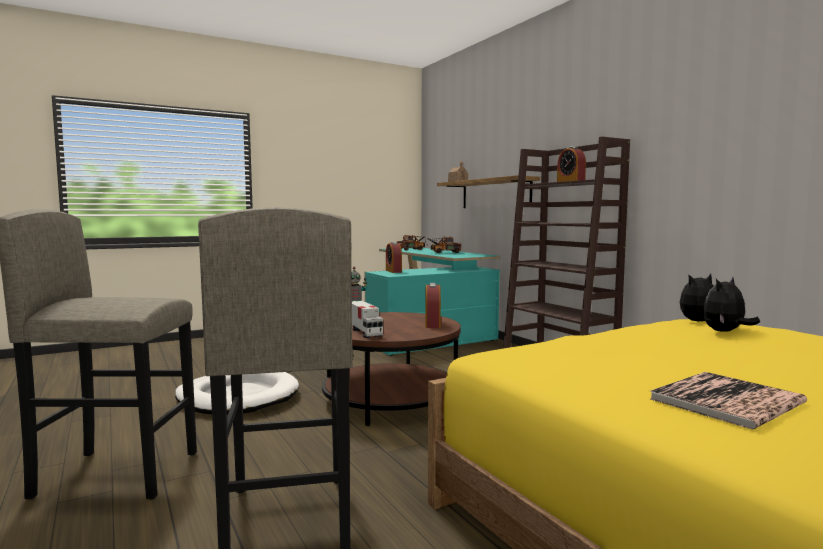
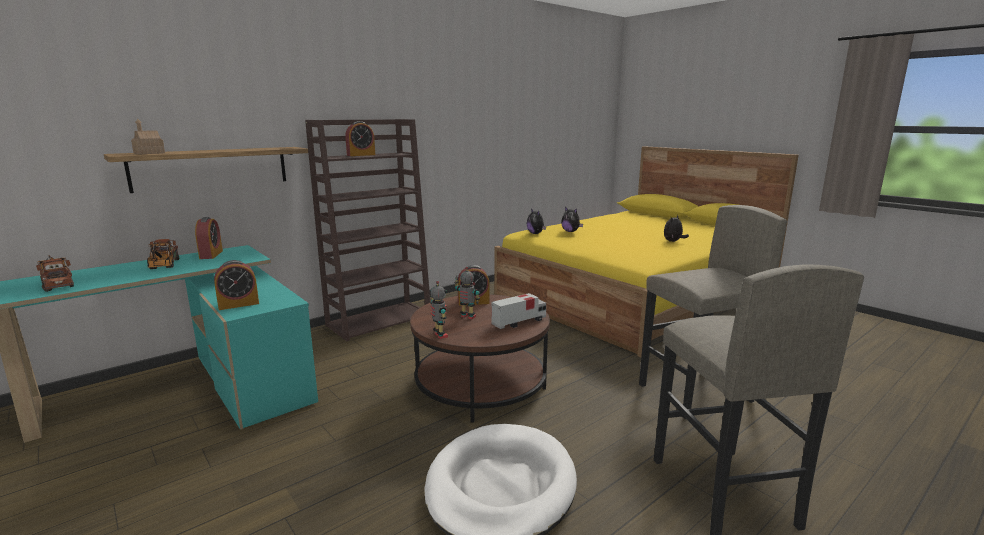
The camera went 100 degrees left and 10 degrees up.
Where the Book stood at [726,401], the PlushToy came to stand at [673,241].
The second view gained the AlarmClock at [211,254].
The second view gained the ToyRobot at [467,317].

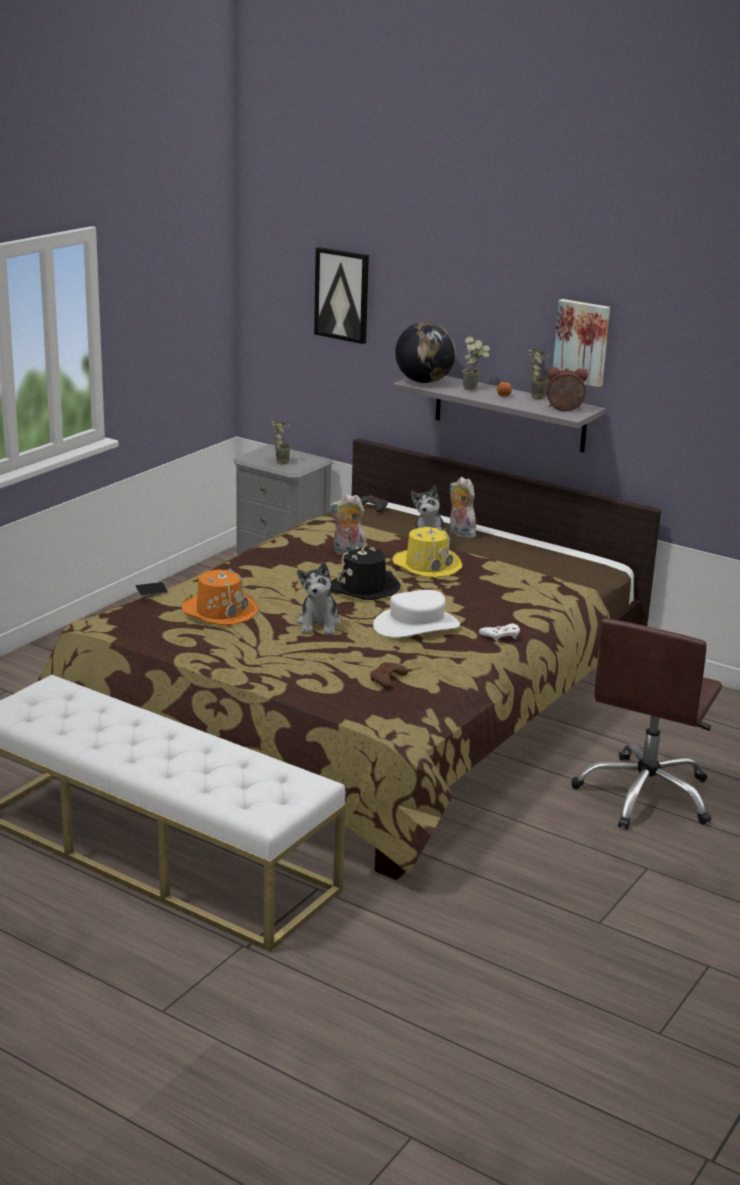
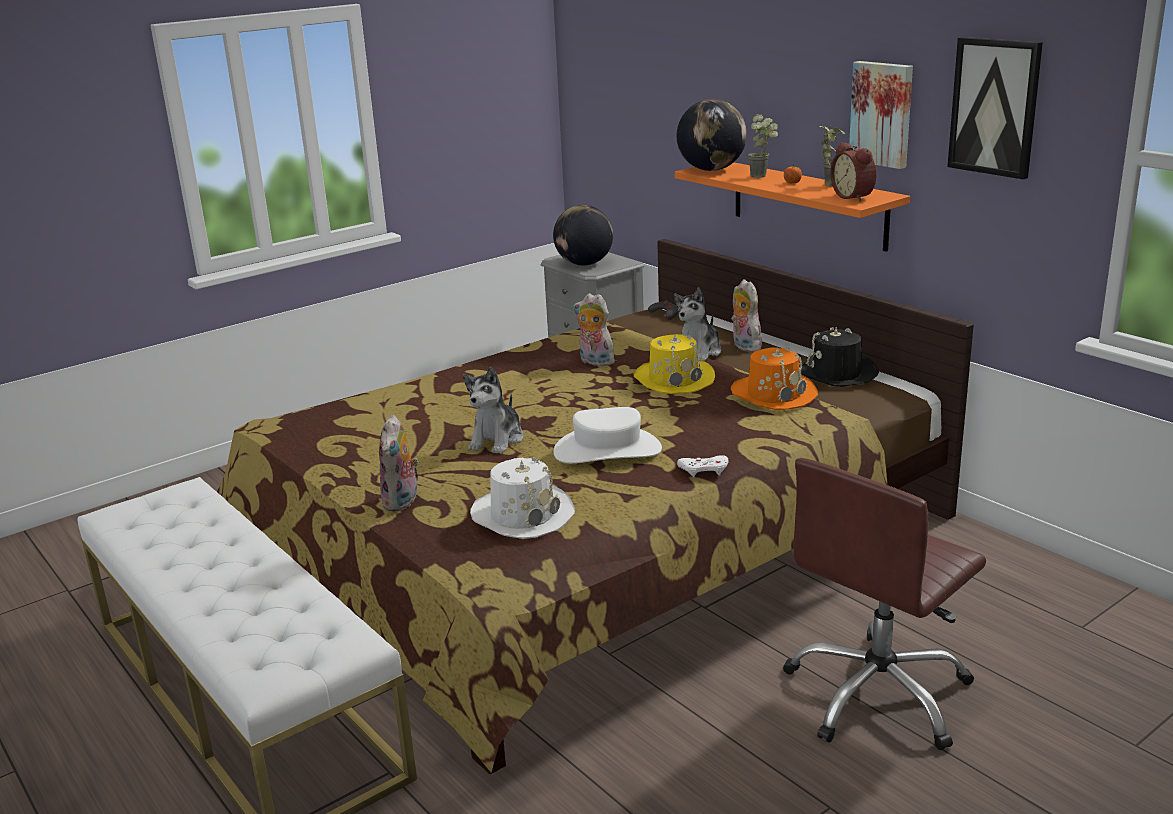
The camera went 20 degrees right and 0 degrees up.
The second view lost the Handset at [151,593].
The OrangeColouredHat ended up elsewhere, having gone from [219,611] to [773,394].
Where the Houseplant stood at [279,462], the WorldGlobe came to stand at [584,264].
The WallPicture ended up elsewhere, having gone from [342,295] to [995,107].
The BlackHat ended up elsewhere, having gone from [364,588] to [836,374].
Where the BrownJoypad stood at [387,679], the WhiteColouredHat came to stand at [522,515].
What was the GrayShelf at [509,412] turned into the OrangeColouredShelf at [808,204].
The AlarmClock at [564,409] ended up facing another way, 135 degrees counterclockwise from before.
The second view gained the PlushToy at [402,502].

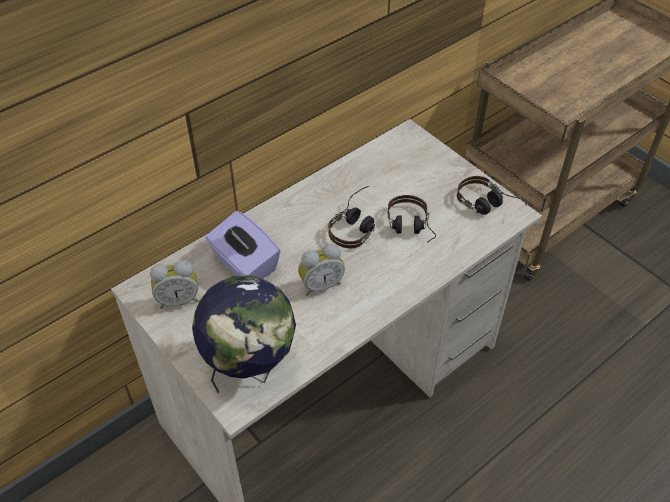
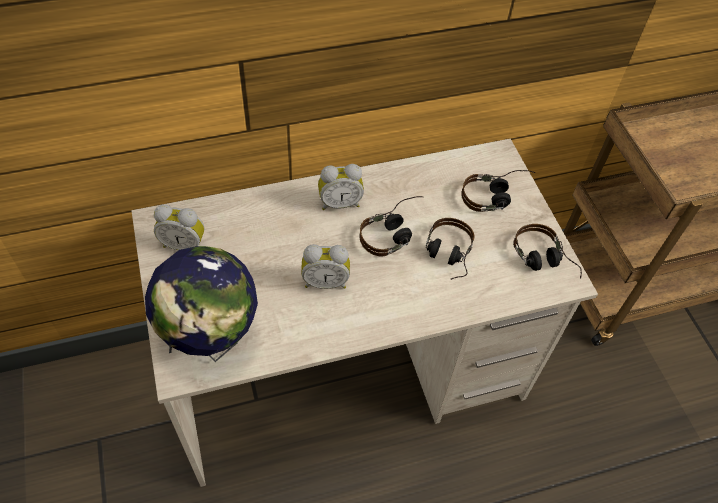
The camera went 20 degrees right and 5 degrees up.
The second view lost the PurplishTissueBox at [244,264].
The second view gained the AlarmClock at [339,203].
The second view gained the Headset at [496,196].

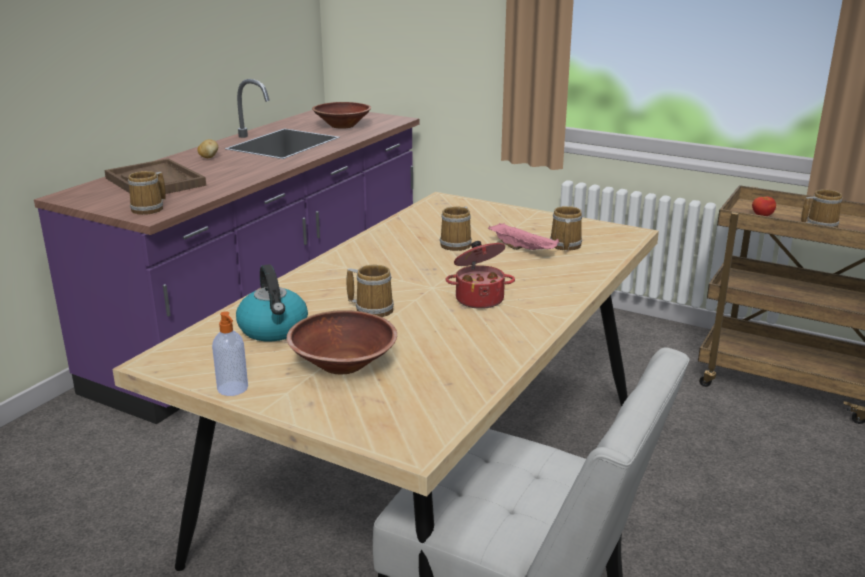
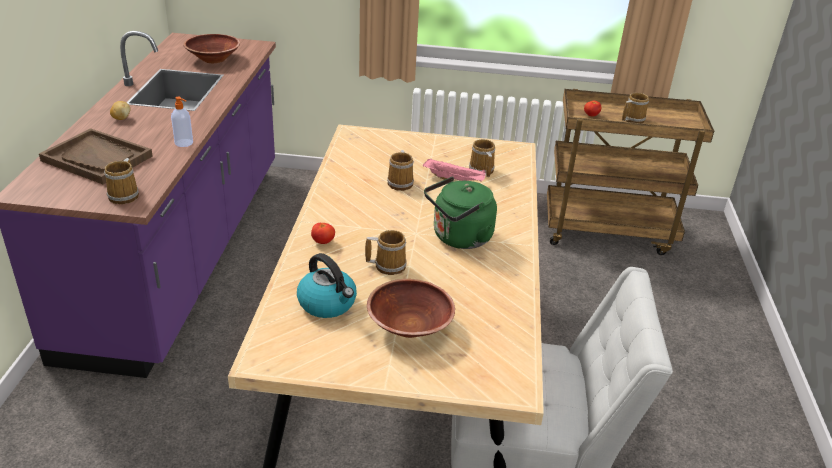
The camera went 25 degrees left and 10 degrees up.
The LiquidSoapBottle ended up elsewhere, having gone from [233,389] to [184,143].
Where the CookingPot stood at [479,299], the GreenishKettle came to stand at [459,238].
The second view gained the FreshTomato at [323,242].

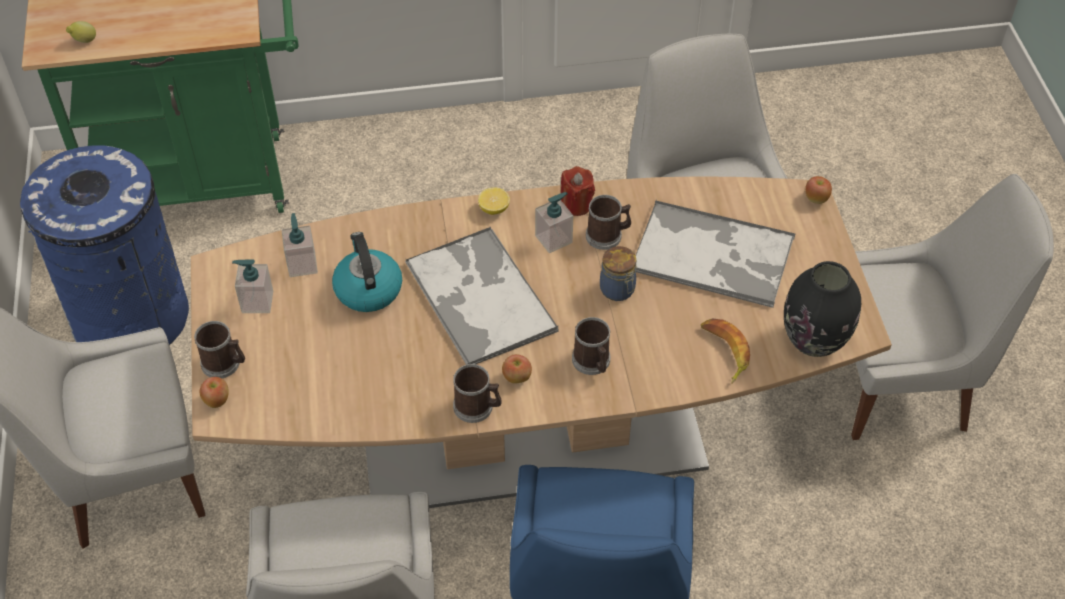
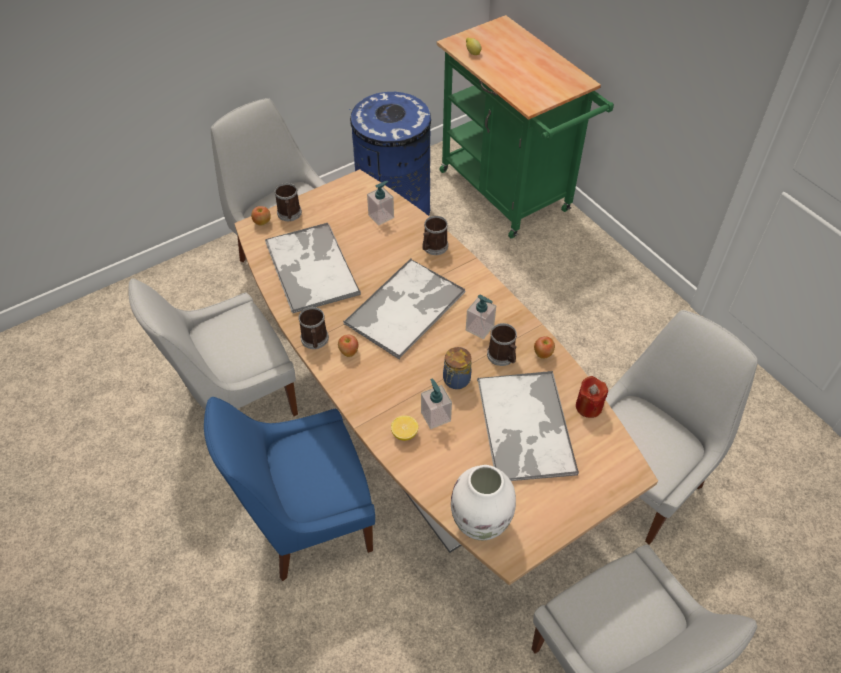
The camera went 65 degrees right and 0 degrees up.
The LiquidSoapBottle ended up elsewhere, having gone from [257,302] to [435,416].
The second view lost the Kettle at [368,289].
The CitrusFruit ended up elsewhere, having gone from [494,209] to [404,433].
The RedColouredCandle ended up elsewhere, having gone from [576,204] to [588,406].
The TeaMug ended up elsewhere, having gone from [593,362] to [433,247].
The second view lost the Banana at [724,352].
What was the BlackDecorativeVase at [814,340] turned into the WhiteColouredDecorativeVase at [481,523].
The AppleFruit ended up elsewhere, having gone from [816,199] to [543,354].
The second view gained the CarryingTray at [311,267].

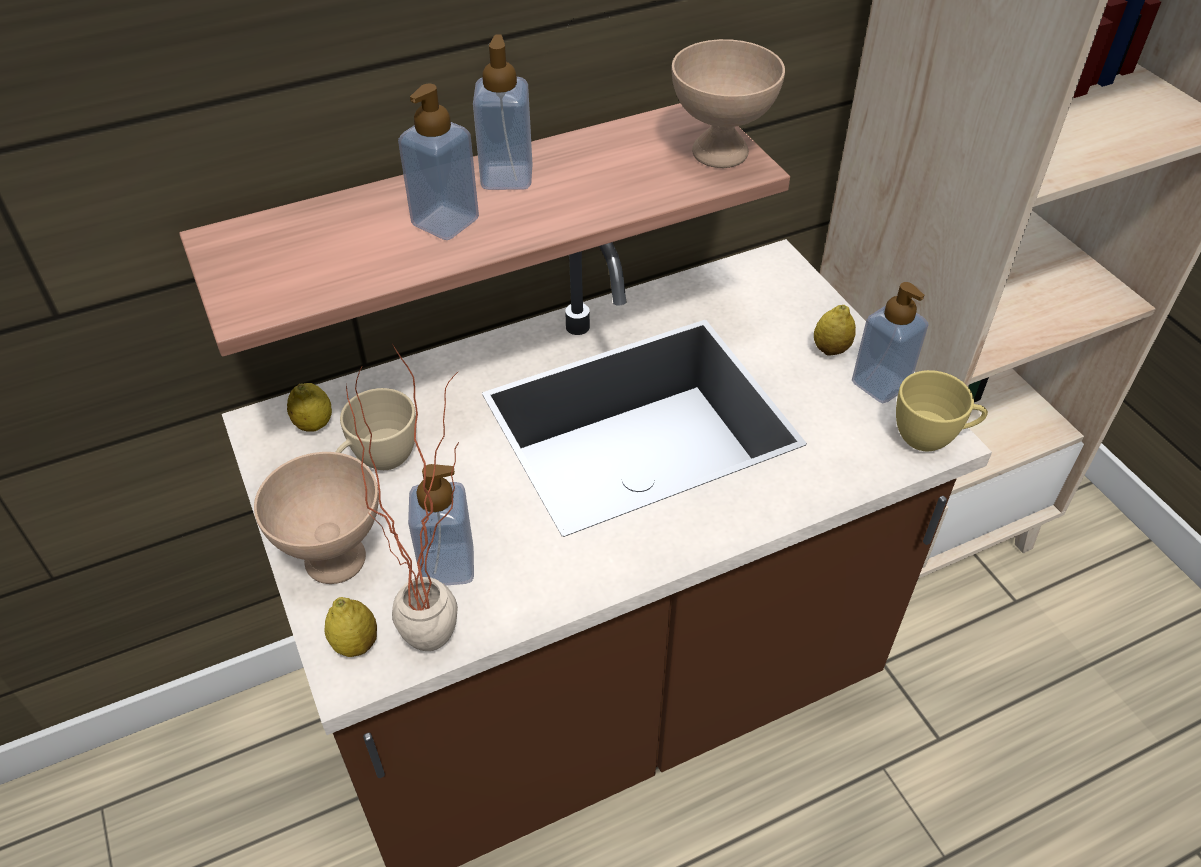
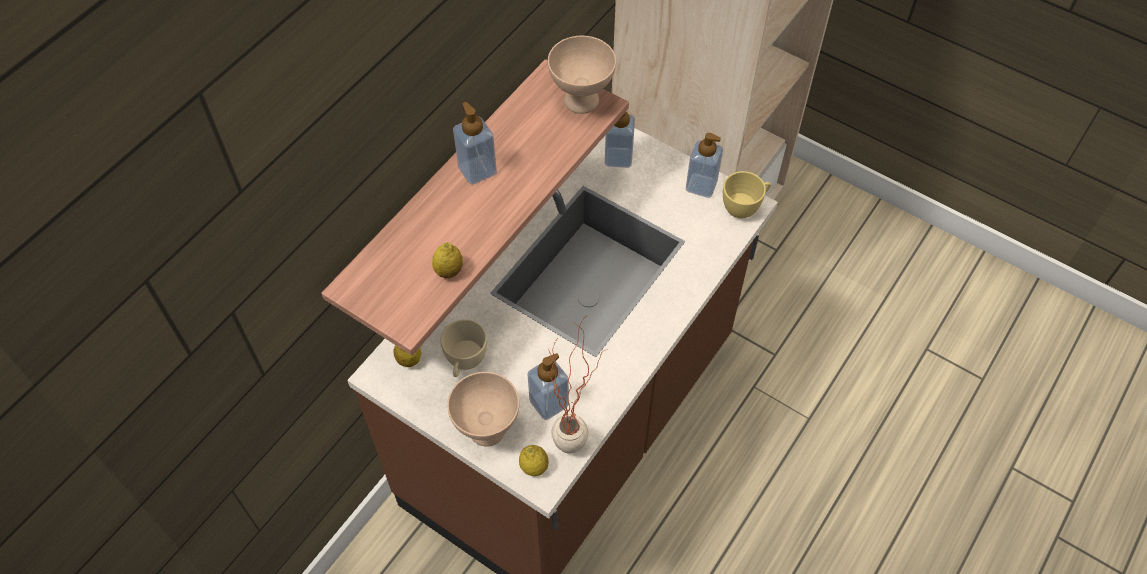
The camera went 30 degrees left and 10 degrees up.
The LiquidSoapBottle ended up elsewhere, having gone from [445,222] to [618,157].
The CitrusFruit ended up elsewhere, having gone from [831,349] to [449,271].

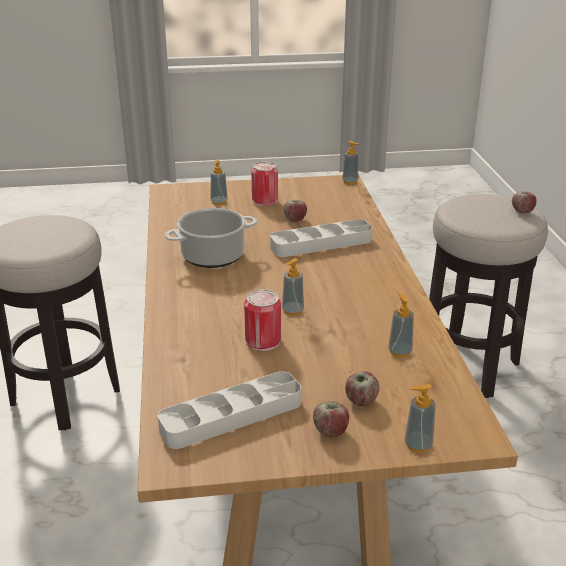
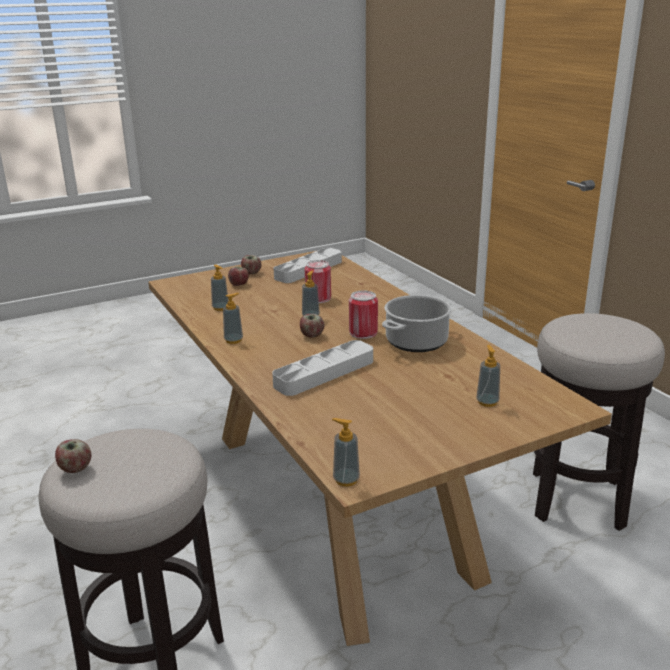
The camera went 160 degrees right and 5 degrees down.
The MetalCan ended up elsewhere, having gone from [265,200] to [363,333].
The AppleFruit ended up elsewhere, having gone from [295,219] to [312,335].
The LiquidSoapBottle ended up elsewhere, having gone from [418,445] to [233,340].

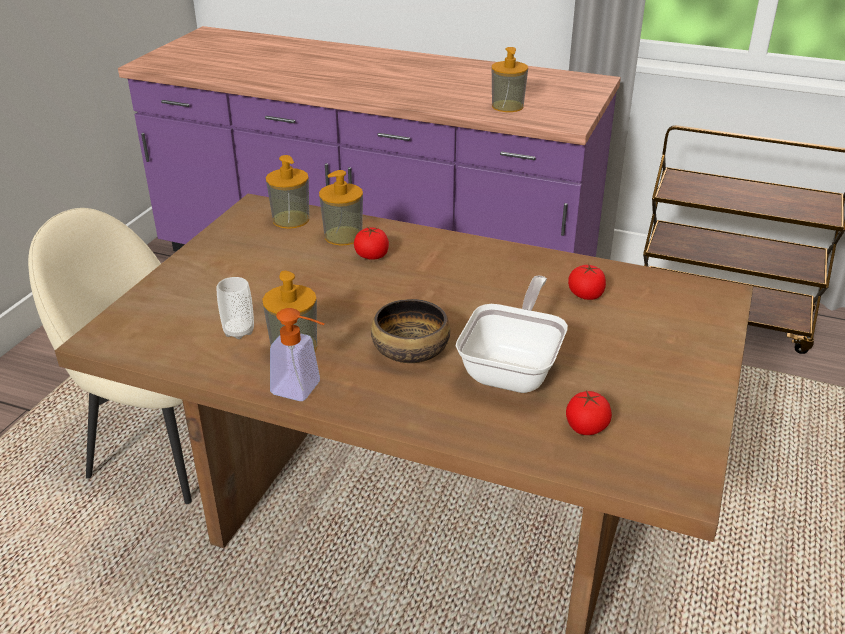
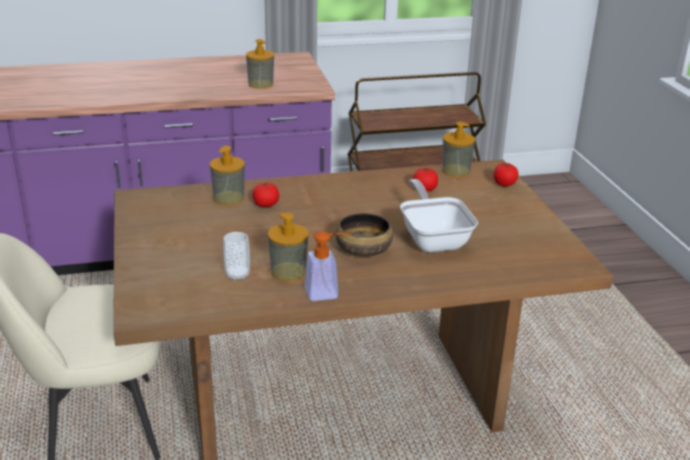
The camera went 35 degrees left and 5 degrees down.
The LiquidSoapBottle ended up elsewhere, having gone from [291,219] to [456,171].
The FreshTomato ended up elsewhere, having gone from [586,428] to [504,184].

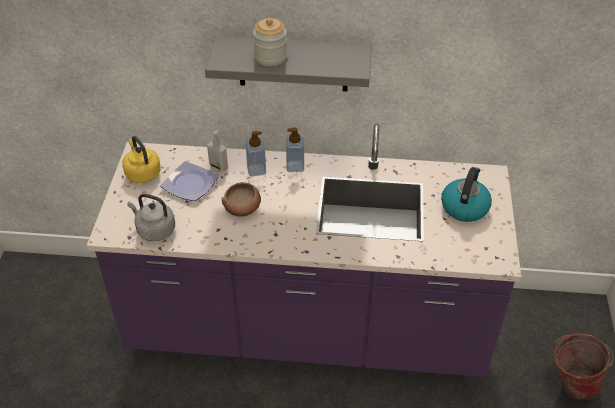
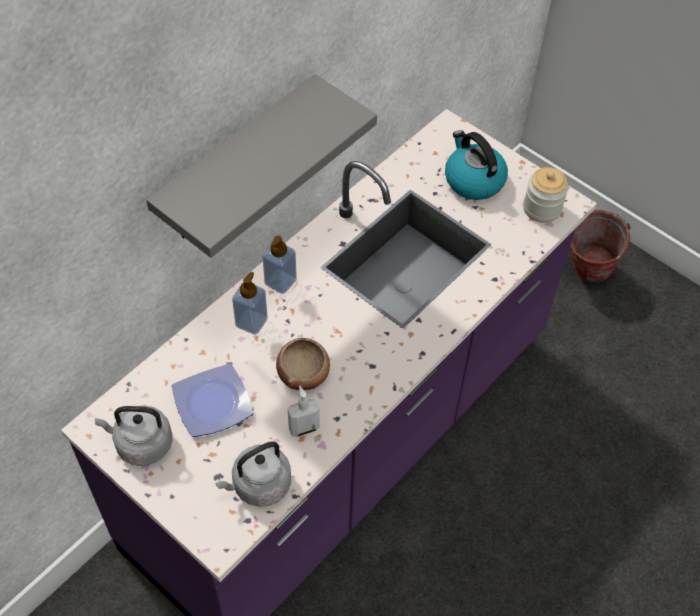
The camera went 55 degrees left and 10 degrees up.
What was the YellowKettle at [142,173] turned into the GrayKettle at [141,444].
The LiquidSoapBottle ended up elsewhere, having gone from [219,166] to [303,427].
The PreserveJar ended up elsewhere, having gone from [270,57] to [542,208].

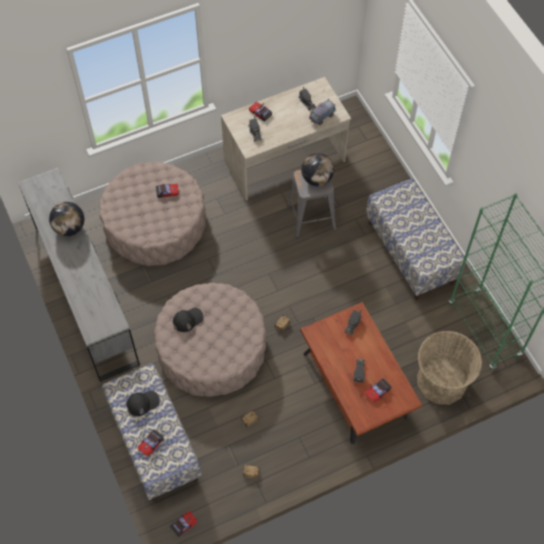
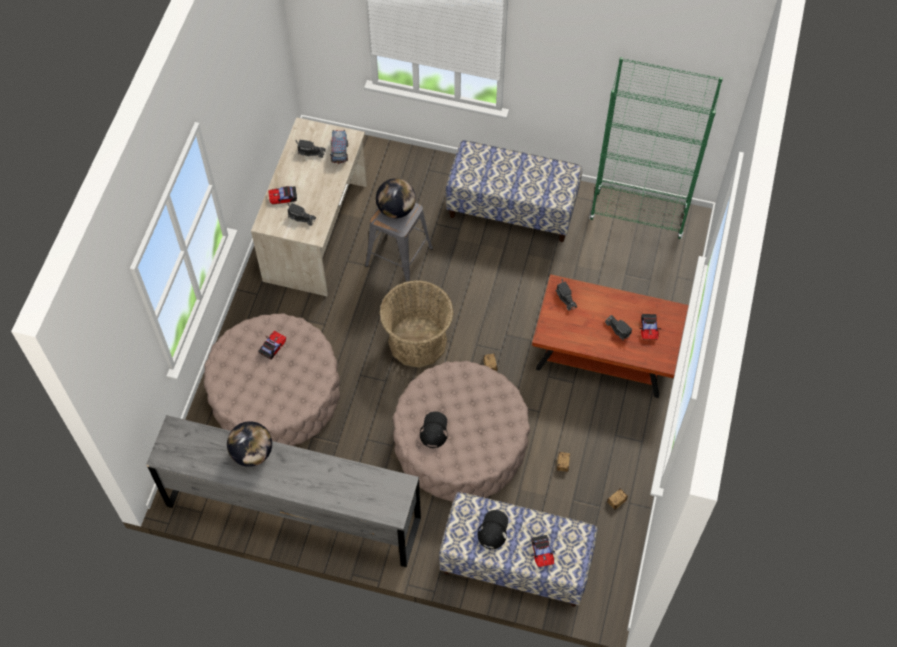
The camera went 50 degrees left and 0 degrees up.
The second view lost the MiniatureCar at [183,524].
The HouseholdBasket ended up elsewhere, having gone from [441,381] to [417,341].

